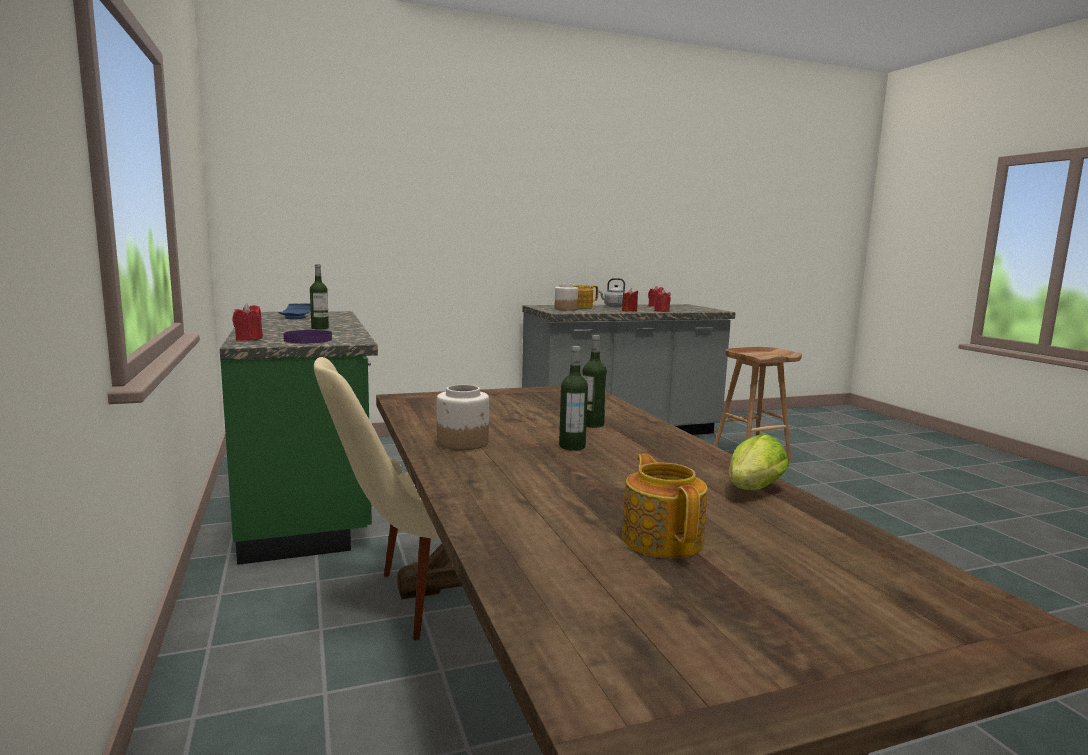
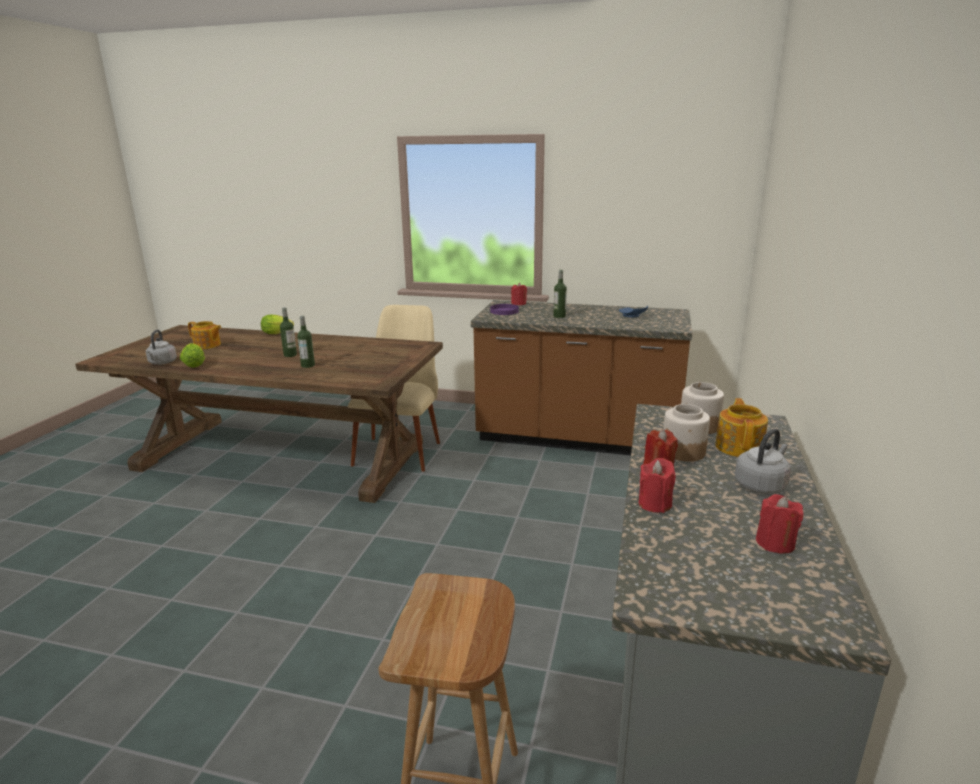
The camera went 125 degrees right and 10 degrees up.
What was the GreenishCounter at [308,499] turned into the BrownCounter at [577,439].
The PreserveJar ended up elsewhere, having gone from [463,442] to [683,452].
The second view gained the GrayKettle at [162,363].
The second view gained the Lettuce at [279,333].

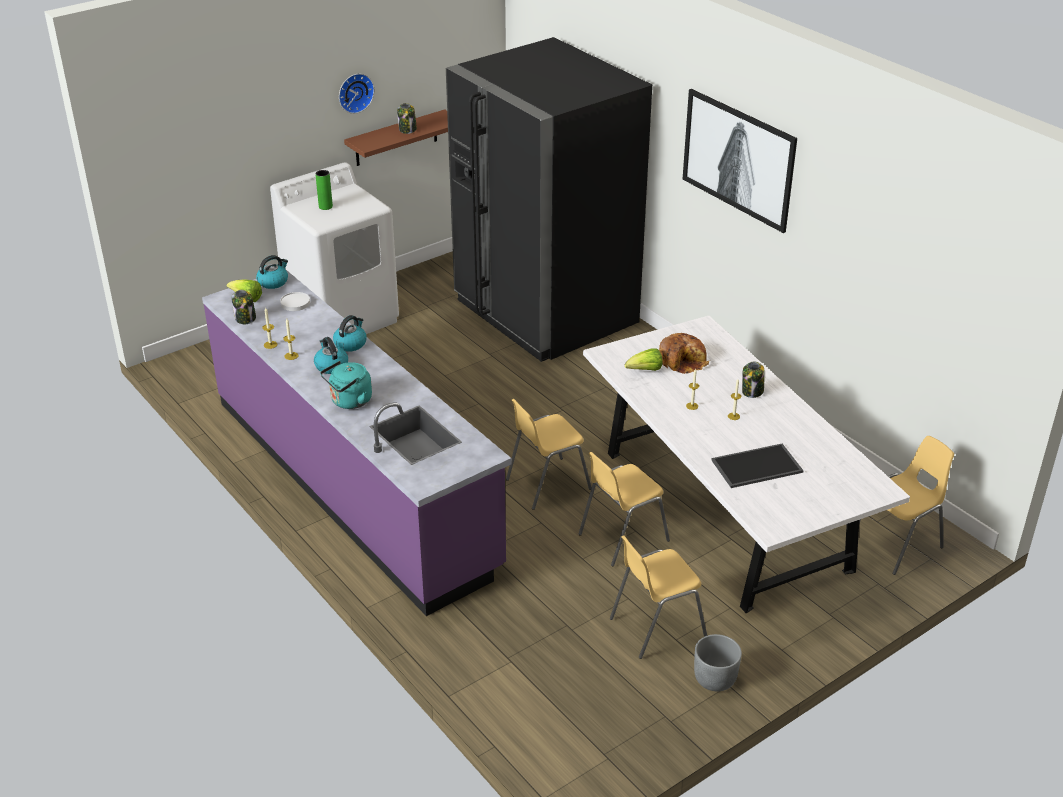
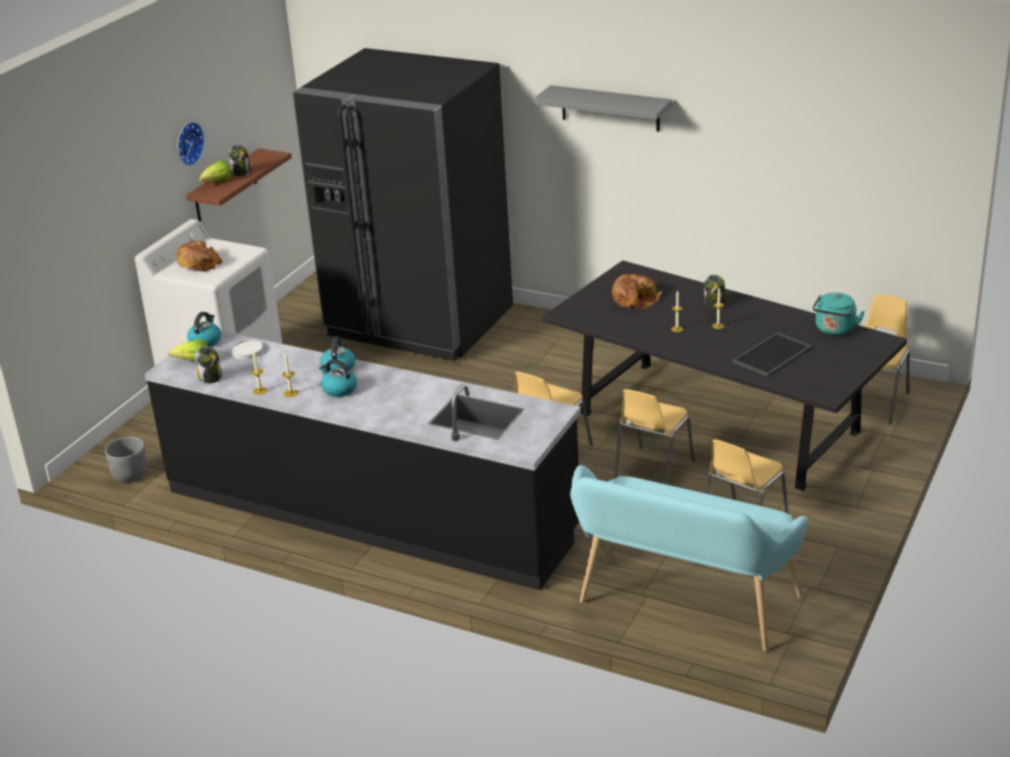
The camera went 25 degrees left and 5 degrees down.
What was the PurplishCounter at [354,482] turned into the BlackCounter at [370,511].
Where the GreenishDecorativeVase stood at [325,206], the BakeryBread came to stand at [200,263].
The BlueGreenKettle ended up elsewhere, having gone from [349,401] to [834,330].
What was the WhiteColouredDiningTable at [725,509] turned into the BlackDiningTable at [717,422].
The Lettuce ended up elsewhere, having gone from [645,370] to [217,182].
Where the WallPicture hung at [738,159], the GrayShelf came to hang at [610,108].
The GrayPlanter ended up elsewhere, having gone from [715,678] to [130,475].
The second view gained the BlueGreenLongSeat at [682,604].

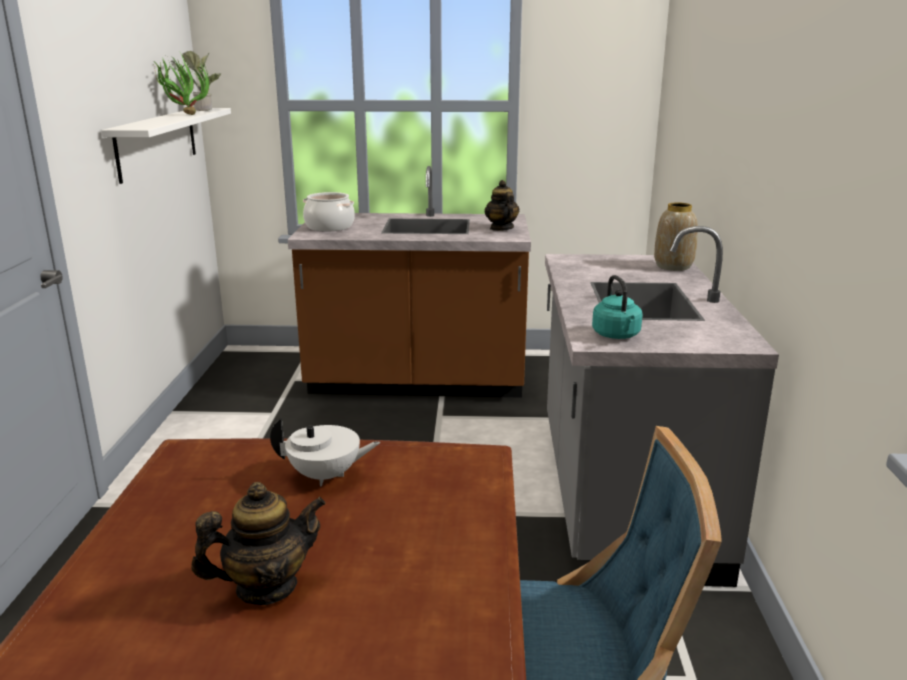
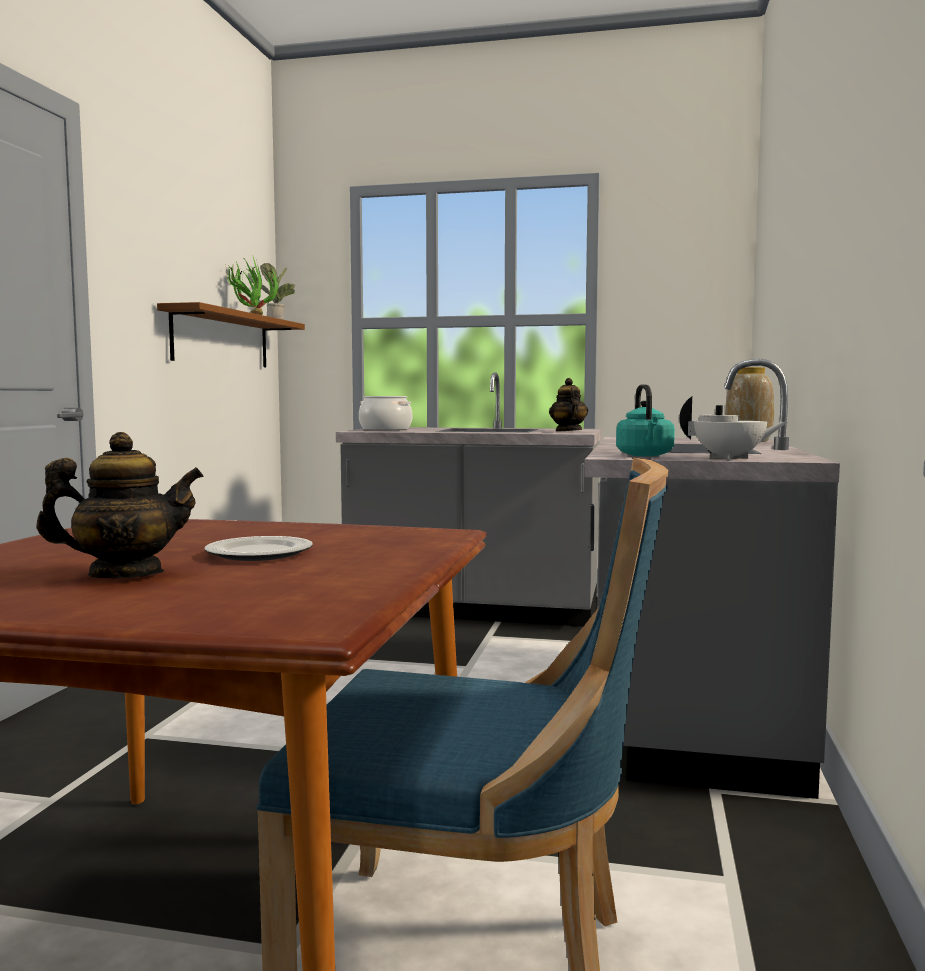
The camera went 10 degrees right and 15 degrees down.
What was the WhiteColouredShelf at [157,142] turned into the BrownShelf at [222,339].
The WhiteColouredPotForTea ended up elsewhere, having gone from [326,476] to [730,458].
What was the BrownCounter at [417,381] turned into the GrayCounter at [474,609].
The second view gained the FlatDish at [258,554].

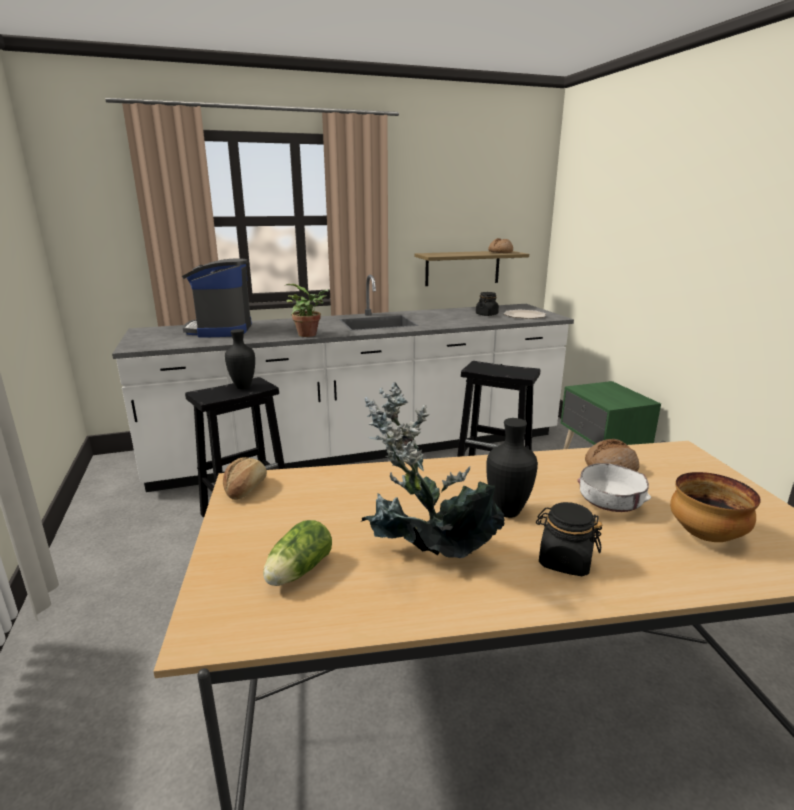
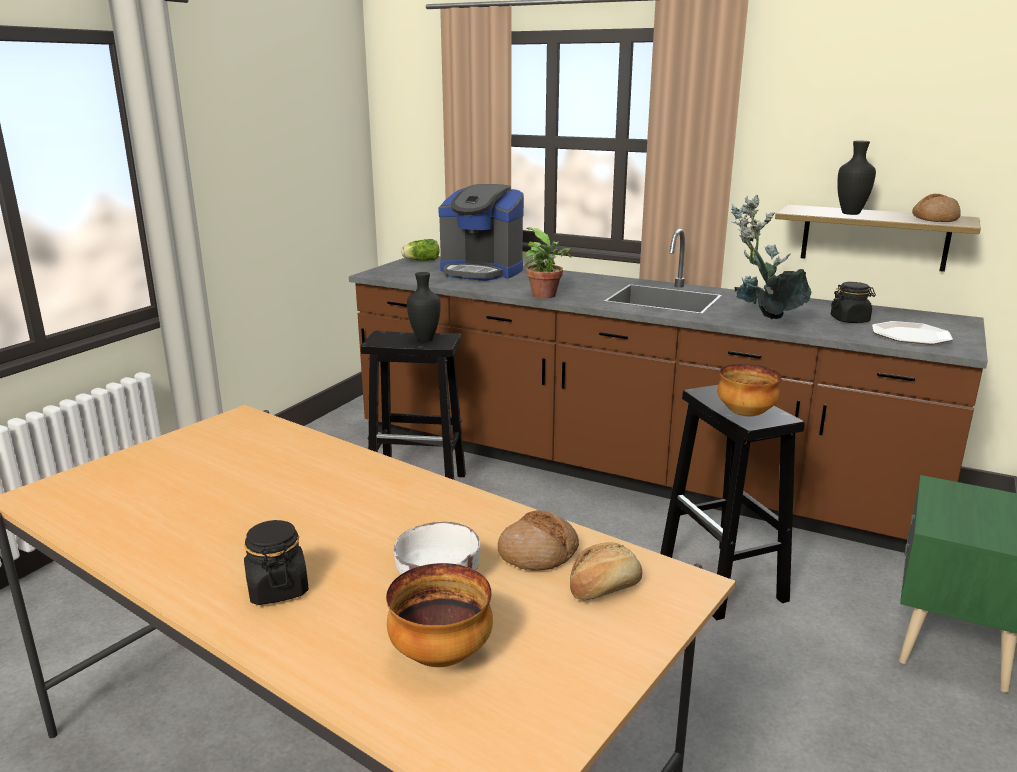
The camera went 45 degrees right and 0 degrees up.
What was the WhiteColouredCounter at [362,449] turned into the BrownCounter at [626,471].
The CoffeeMaker at [220,329] ended up facing another way, 105 degrees counterclockwise from before.
The BakeryBread ended up elsewhere, having gone from [245,488] to [604,588].
The Lettuce ended up elsewhere, having gone from [297,572] to [420,260].
The Houseplant ended up elsewhere, having gone from [424,561] to [762,320].
The BlackDecorativeVase ended up elsewhere, having gone from [506,513] to [849,213].
The second view gained the Bowl at [746,414].

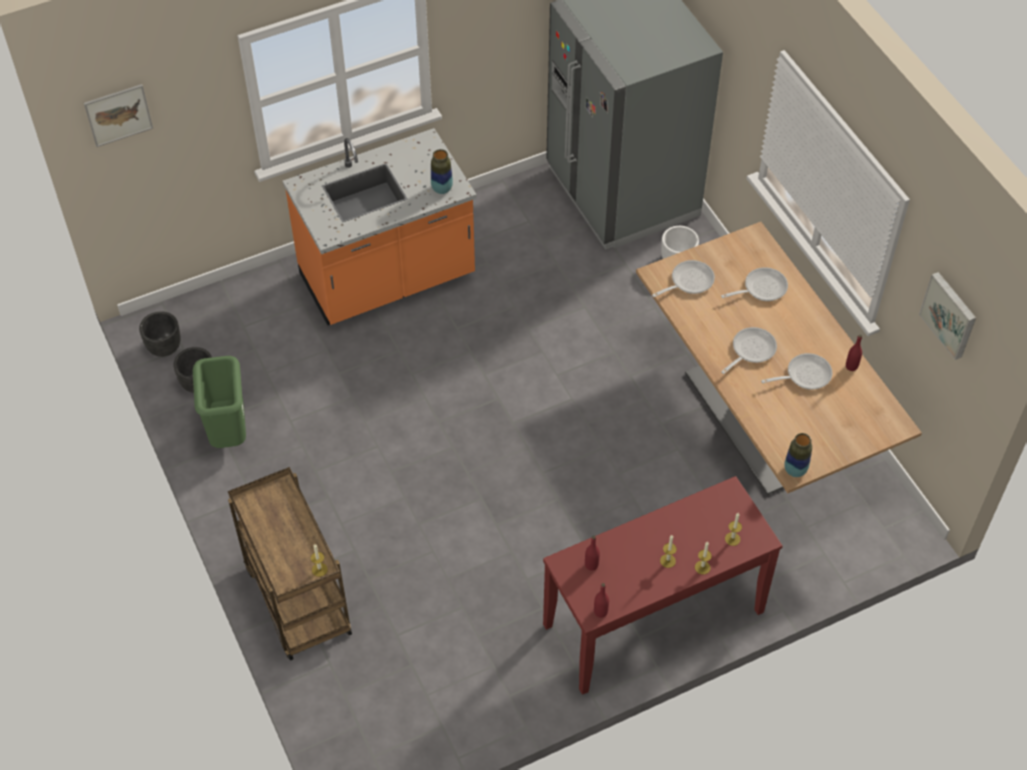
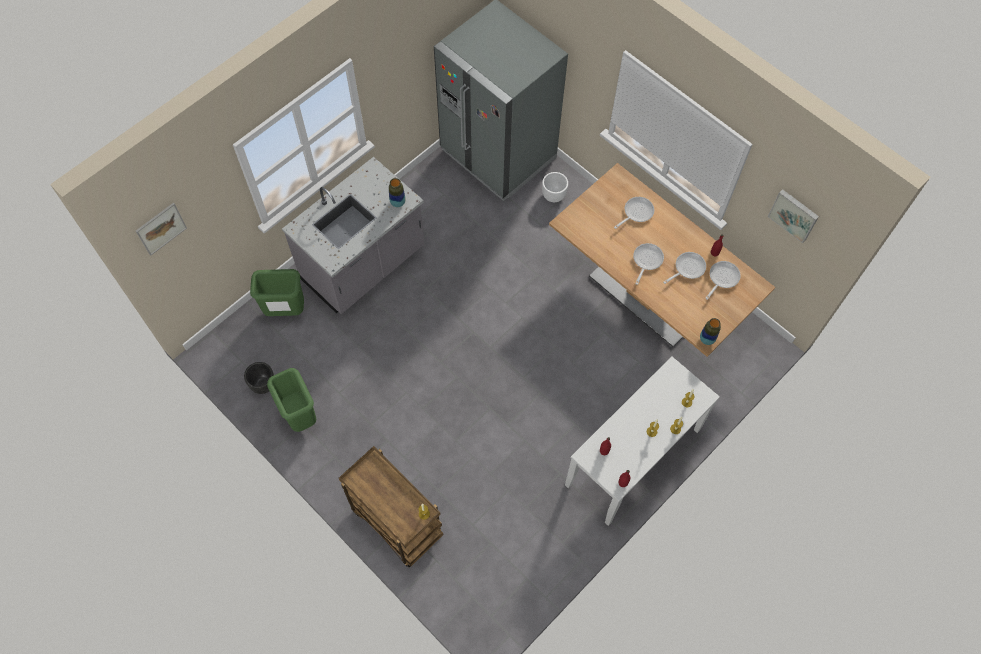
The camera went 20 degrees left and 10 degrees up.
The second view lost the BlackPlanter at [164,347].
What was the OrangeColouredCounter at [387,278] turned into the GrayCounter at [364,265].
What was the RedColouredHallTable at [654,619] turned into the WhiteColouredHallTable at [633,457].
The FryingPan ended up elsewhere, having gone from [688,281] to [722,278].
The second view gained the GreenishWasteBin at [285,311].

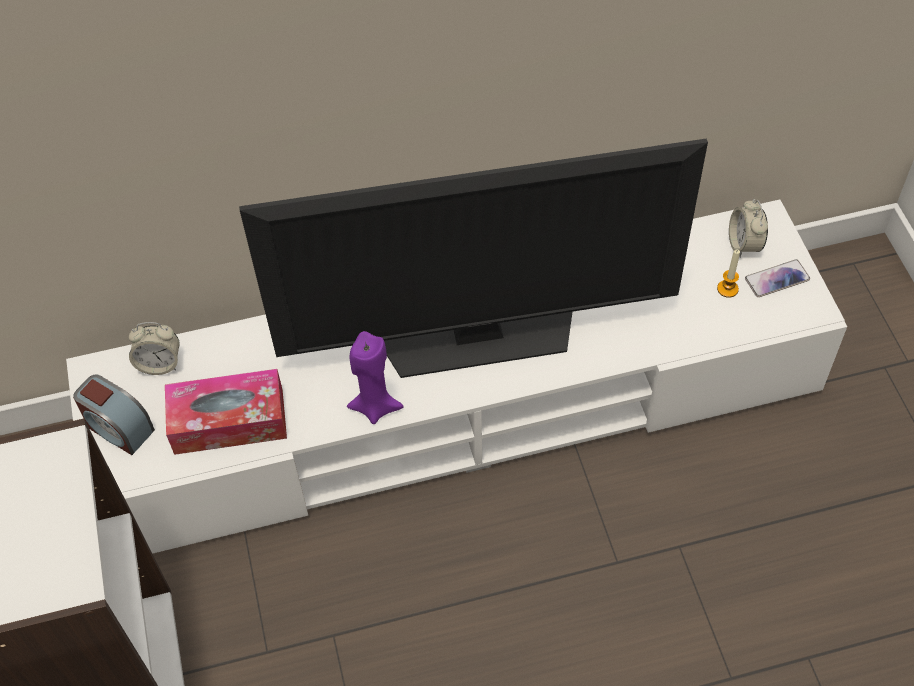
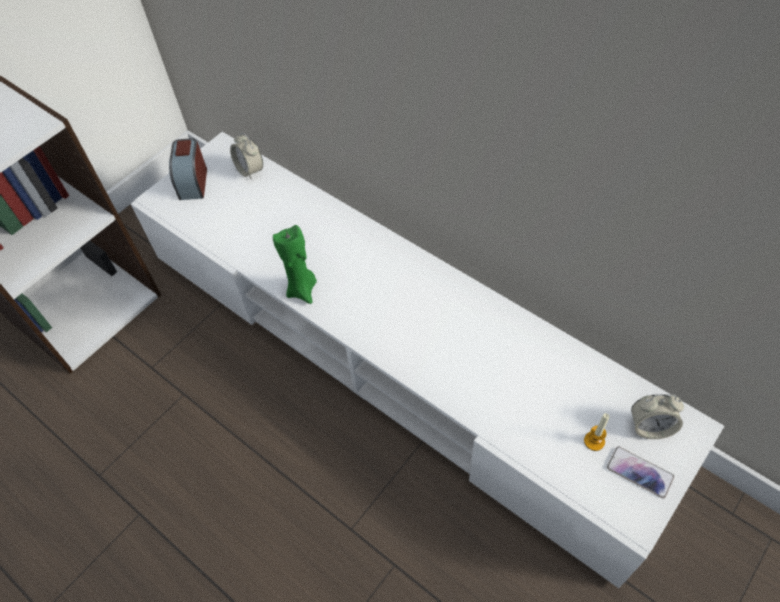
The camera went 55 degrees right and 0 degrees up.
The second view lost the TissueBox at [229,421].
The second view lost the TvSet at [478,335].
What was the PurplishCandle at [375,406] turned into the GreenishCandle at [302,289].
The AlarmClock at [744,244] ended up facing another way, 135 degrees counterclockwise from before.

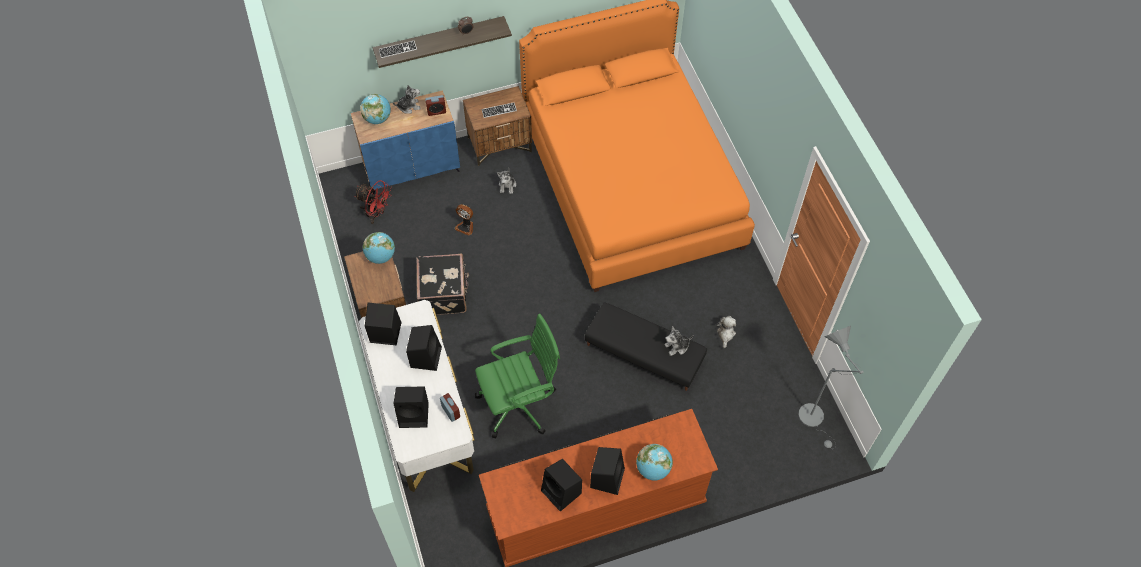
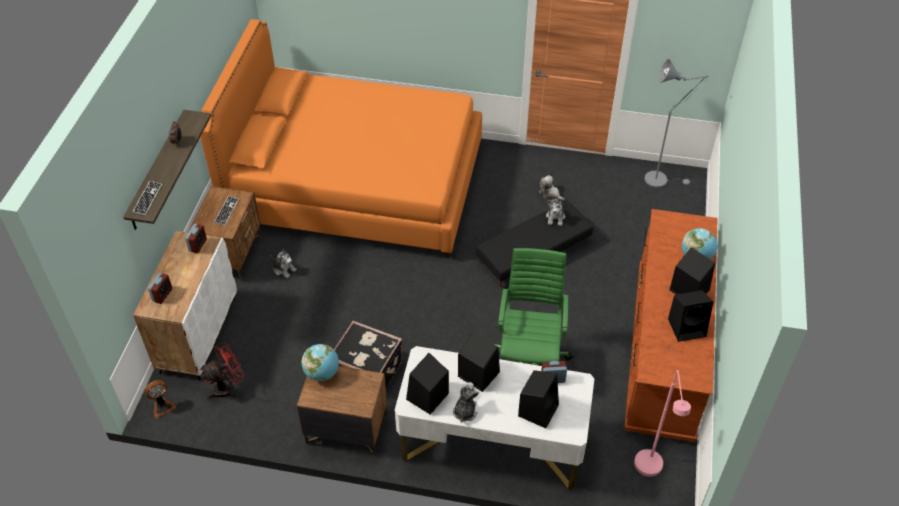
The camera went 60 degrees left and 10 degrees down.
What was the BluishCabinet at [412,168] turned into the WhiteColouredCabinet at [198,334].
Where the WorldGlobe stood at [377,118], the AlarmClock came to stand at [162,295].
The PlushToy ended up elsewhere, having gone from [409,106] to [465,411].
The CoolingFan ended up elsewhere, having gone from [465,226] to [162,406].
The second view gained the PinkishFloorLamp at [650,471].

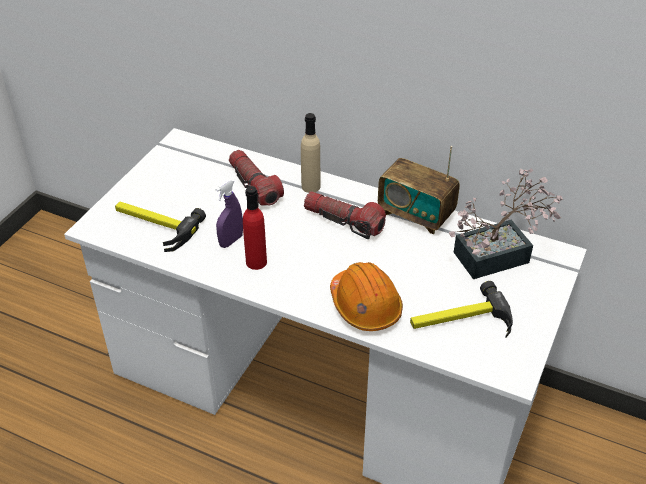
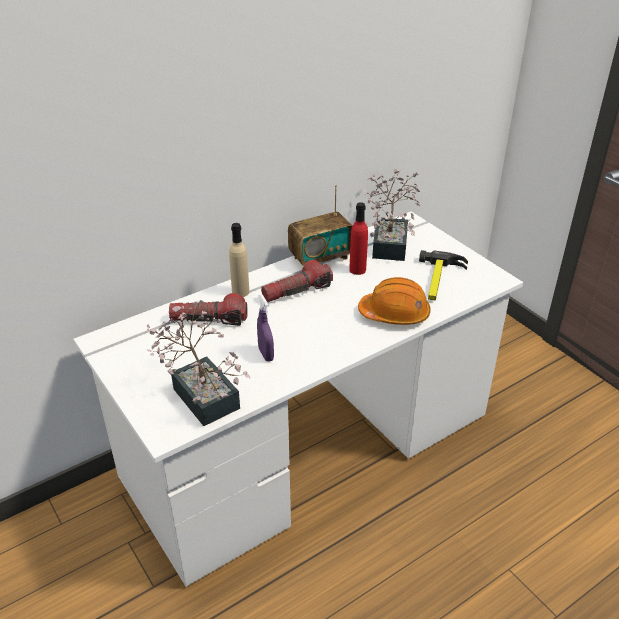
The camera went 60 degrees left and 5 degrees down.
Where the ToolHammer stood at [154,225], the Houseplant came to stand at [202,393].
The RedColouredDrinkBottle ended up elsewhere, having gone from [256,262] to [357,270].

